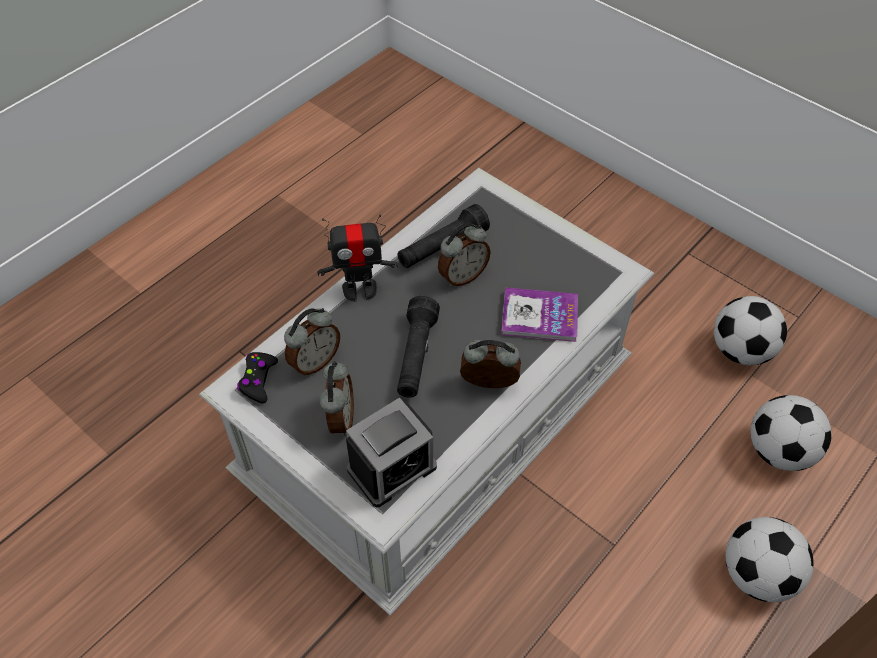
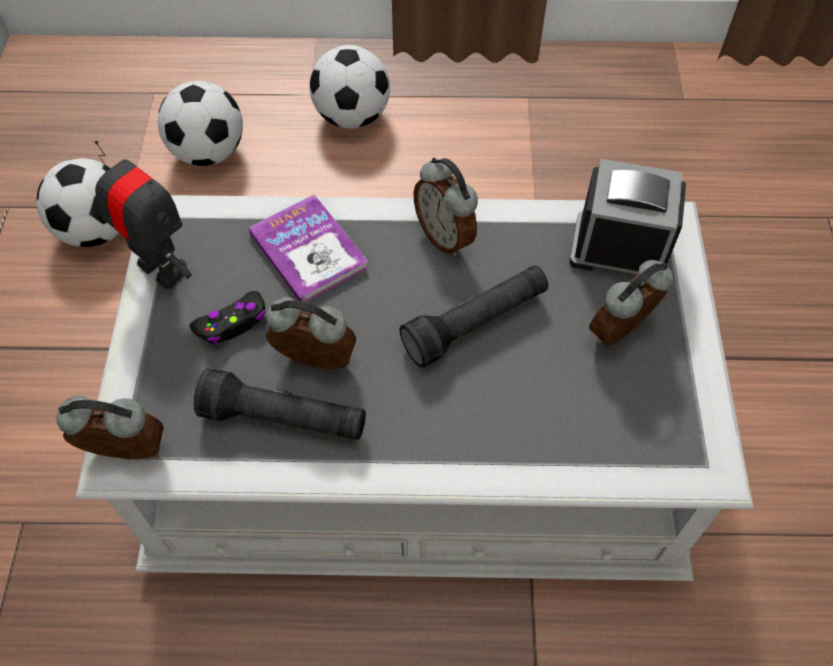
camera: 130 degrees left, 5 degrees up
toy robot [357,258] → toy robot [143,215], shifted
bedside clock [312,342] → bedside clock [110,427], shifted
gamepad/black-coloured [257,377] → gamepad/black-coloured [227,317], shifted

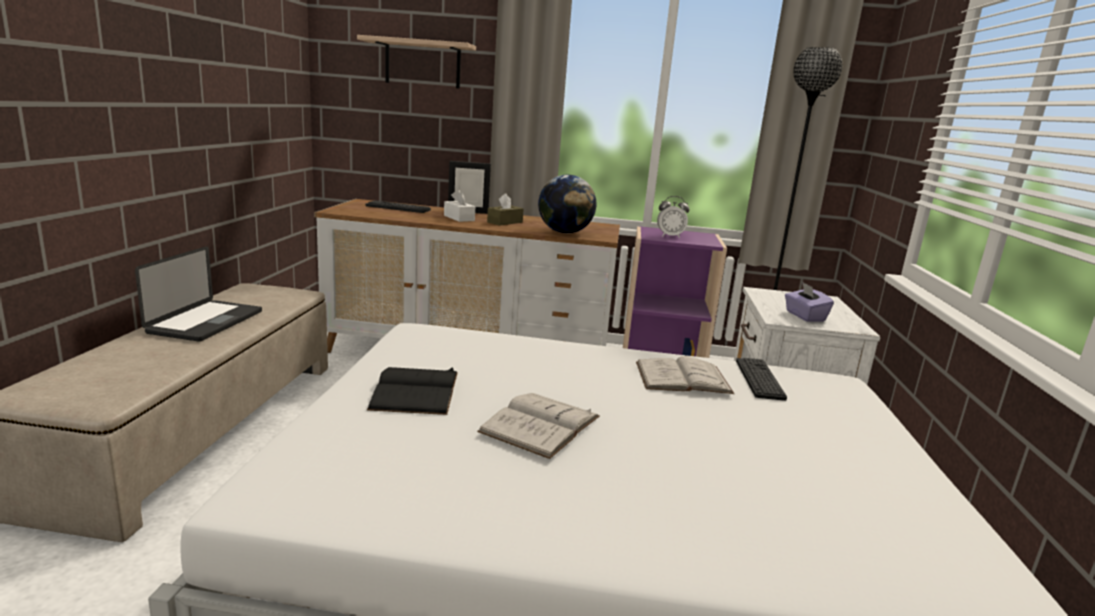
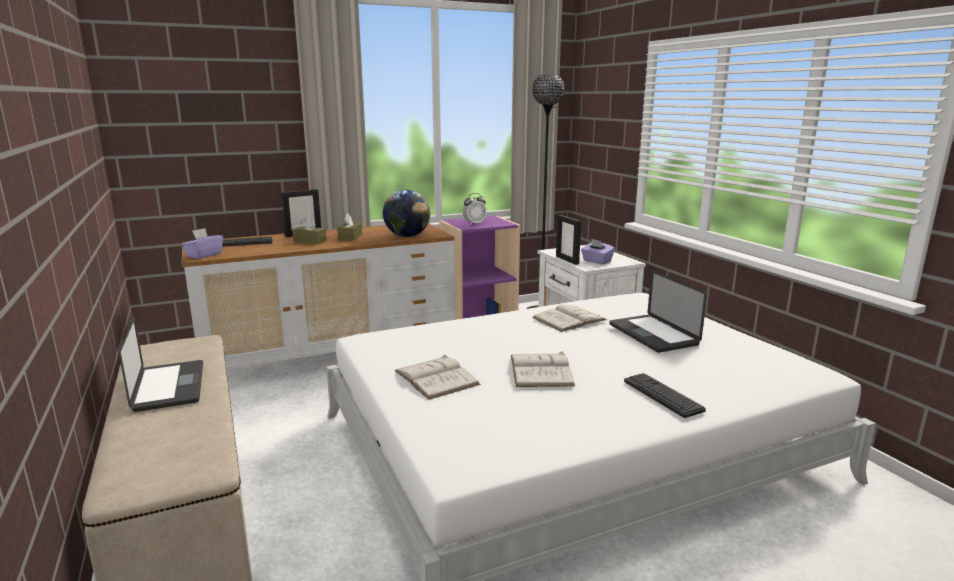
camera: 30 degrees left, 0 degrees up
wall shelf [416,62] → -
box of tissues/white [459,205] → box of tissues/brown [309,230]
keyboard [761,379] → keyboard [665,395], shifted
volume/black-coloured [412,391] → volume/white [437,377]
- → standing frame [568,240]
- → box of tissues/purplish [202,243]
- → notebook computer [658,312]

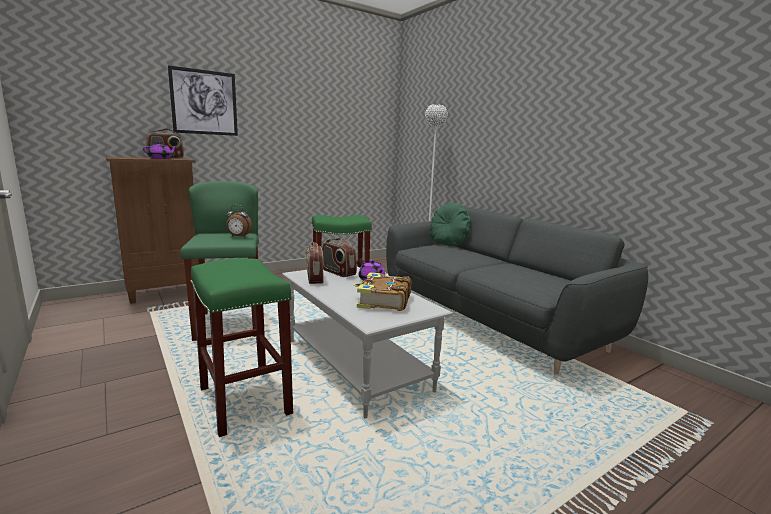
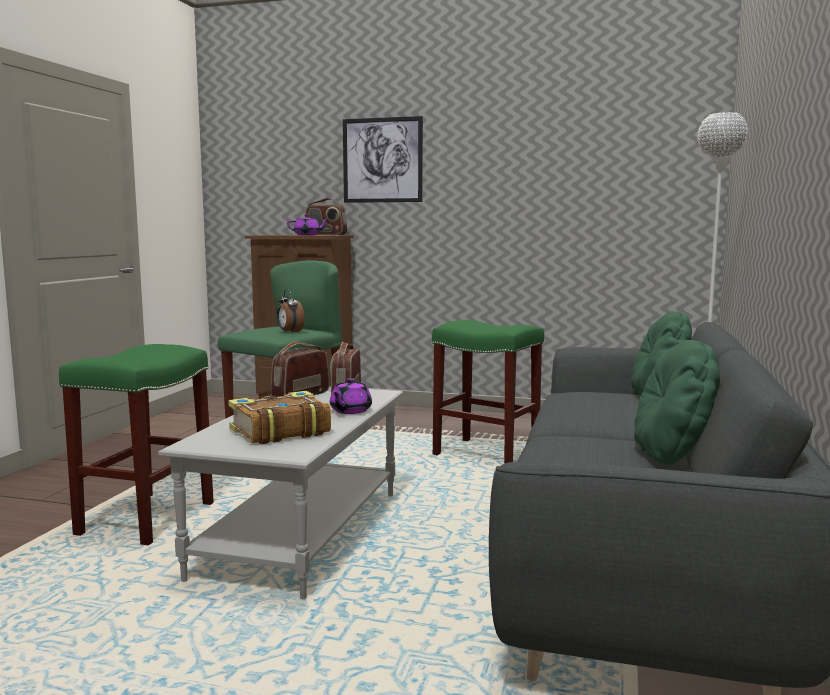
camera: 50 degrees right, 5 degrees down
- → throw pillow/green [677,402]

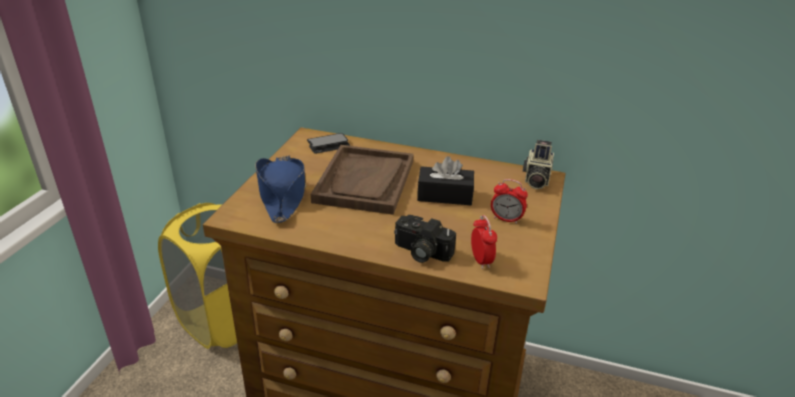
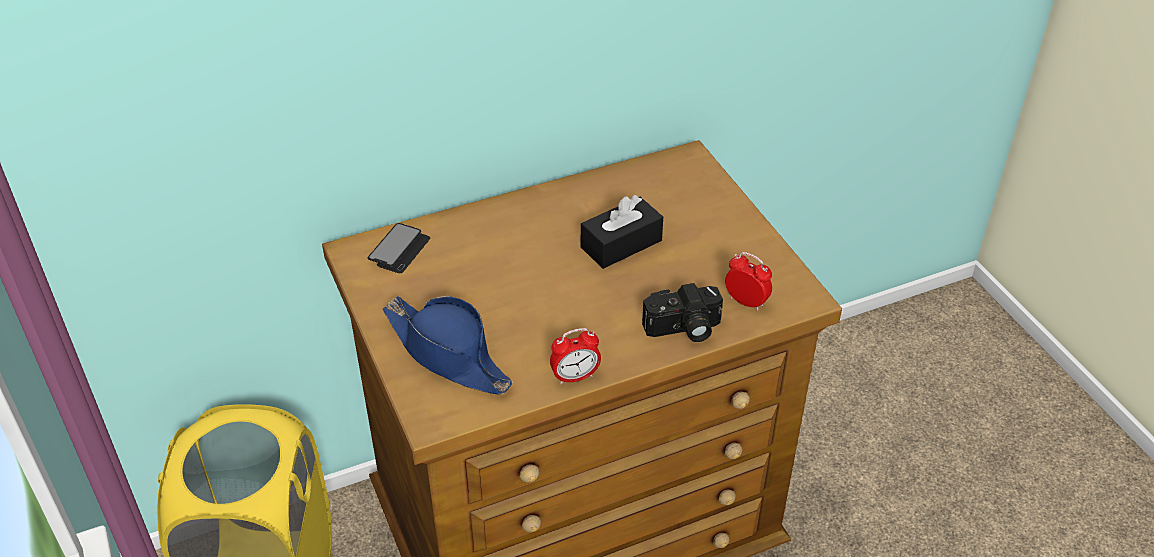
camera: 40 degrees left, 10 degrees up
still camera [538,164] → -
tray/brown [362,180] → -
bedside clock [509,201] → bedside clock [575,356], shifted

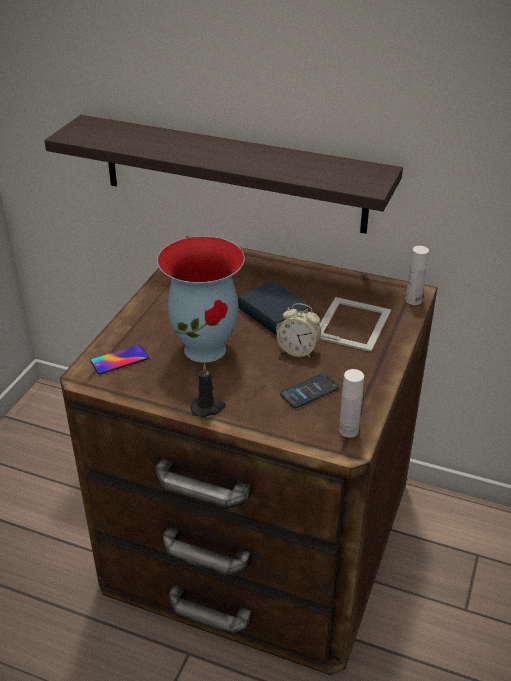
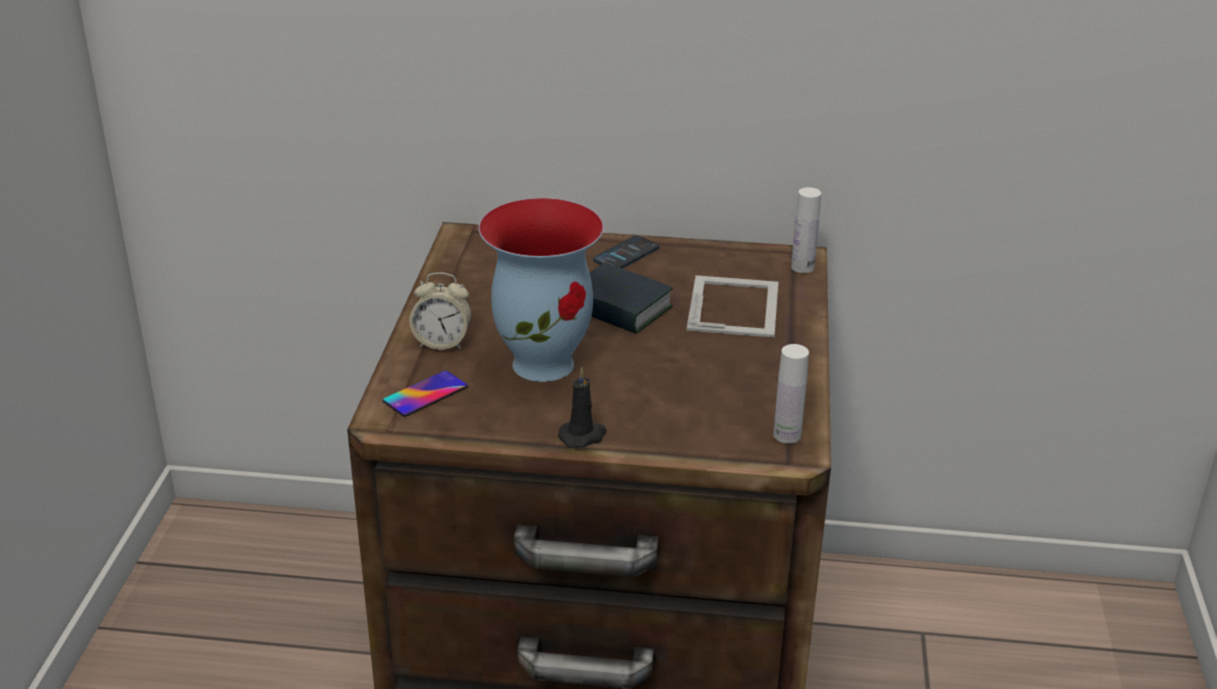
camera: 15 degrees left, 5 degrees down
wall shelf [223,174] → -
bedside clock [299,330] → bedside clock [440,311], shifted
phone [309,390] → phone [626,252], shifted

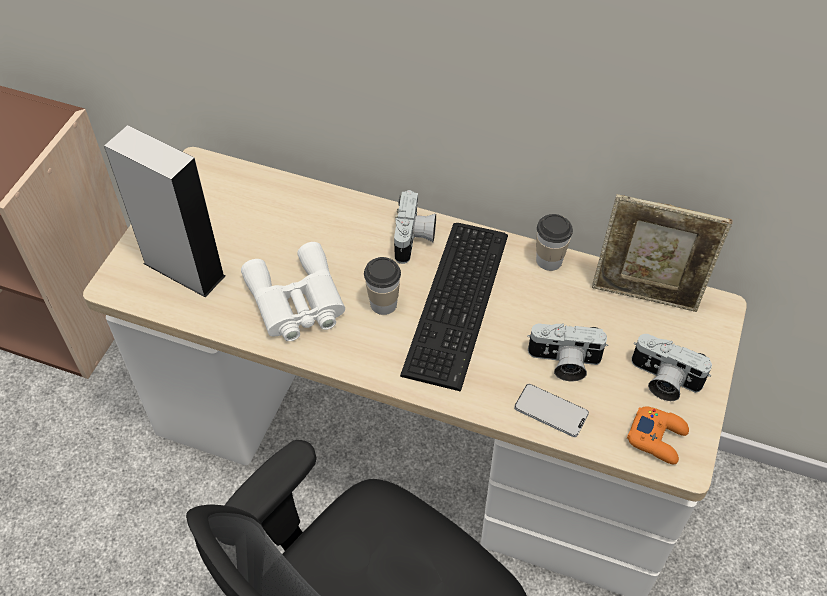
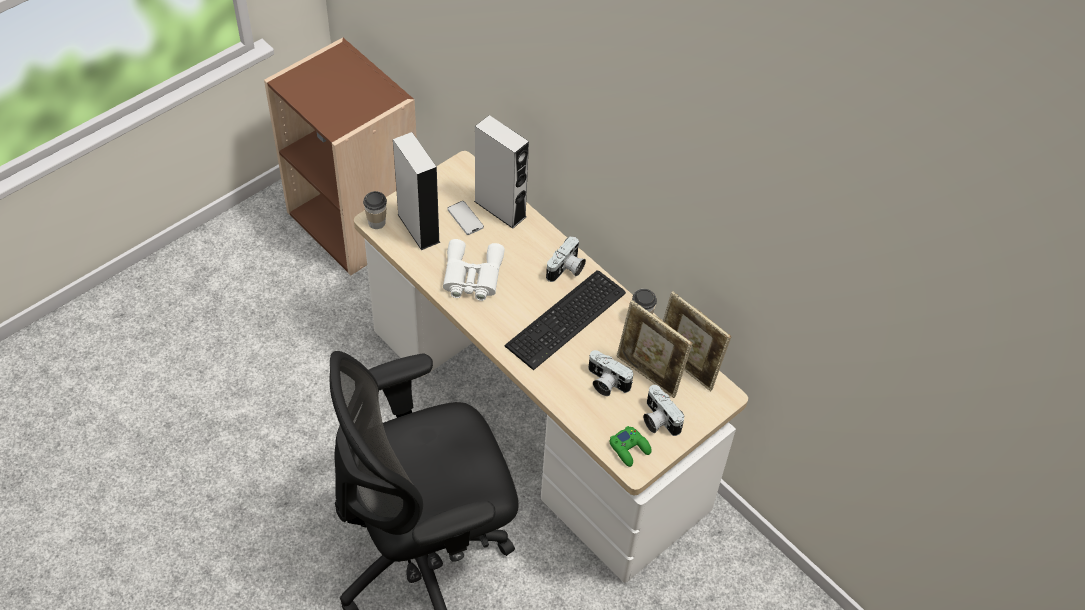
camera: 25 degrees right, 0 degrees up
cup [382,286] → cup [375,210], shifted
phone [551,410] → phone [465,218], shifted
gamepad/orange [658,435] → gamepad/green [631,446]
- → speaker/gray [501,172]
- → standing frame [655,349]

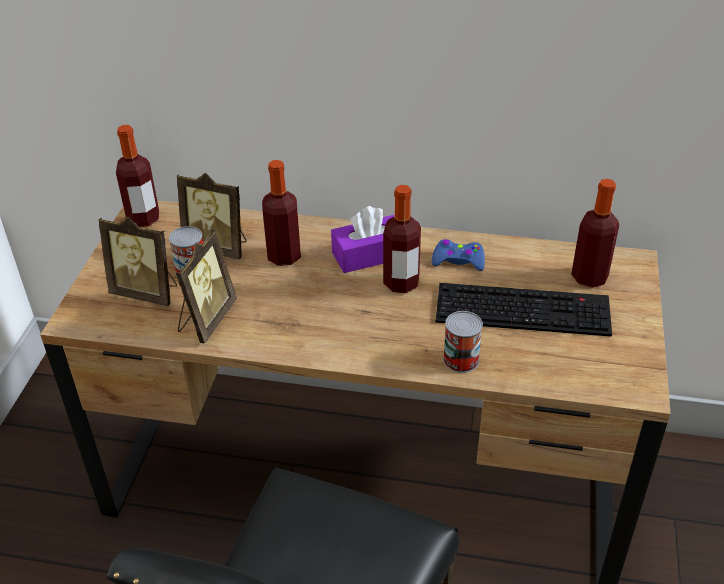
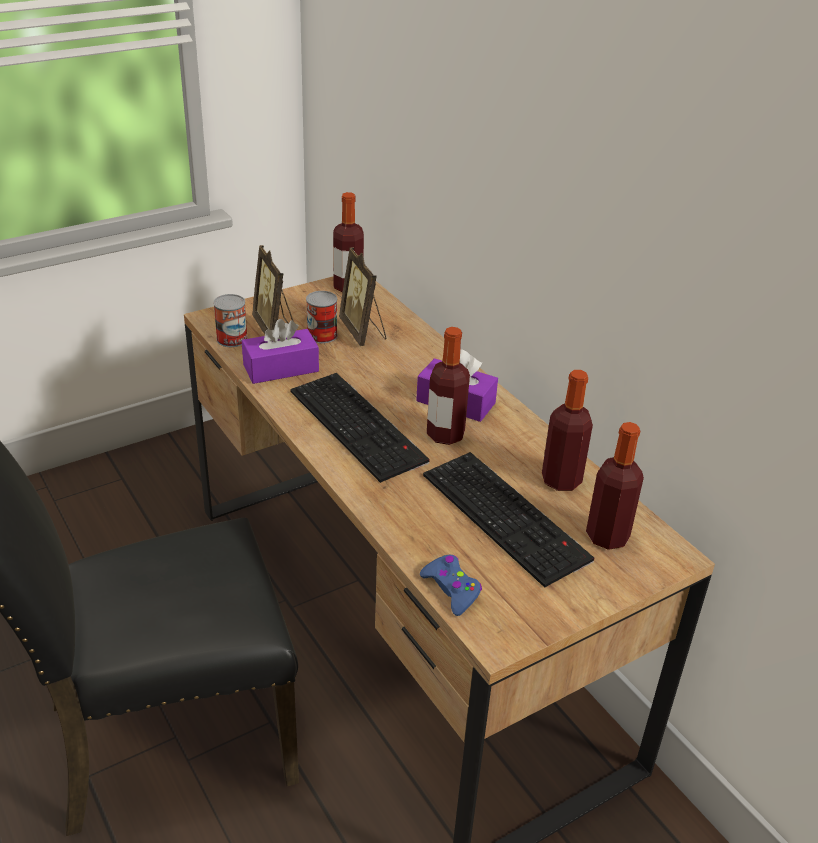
camera: 45 degrees right, 5 degrees down
drink bottle [281,213] → drink bottle [567,430], shifted
standing frame [206,287] → box of tissues/purplish [280,351]
gamepad/bluish [458,255] → gamepad/bluish [451,585], shifted
can [463,342] → can [230,320], shifted
- → keyboard [359,428]

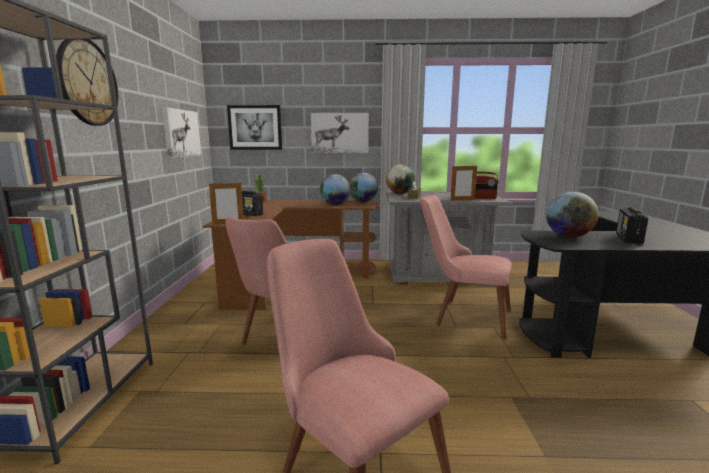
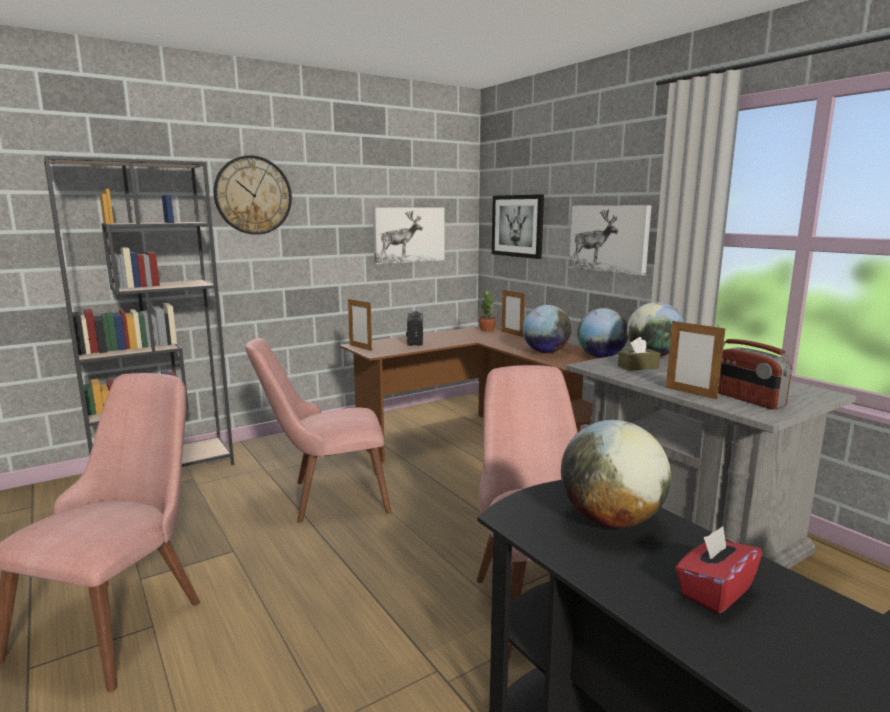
camera: 55 degrees right, 0 degrees up
radio receiver [632,225] → box of tissues/red [718,570]
- → standing frame [513,313]

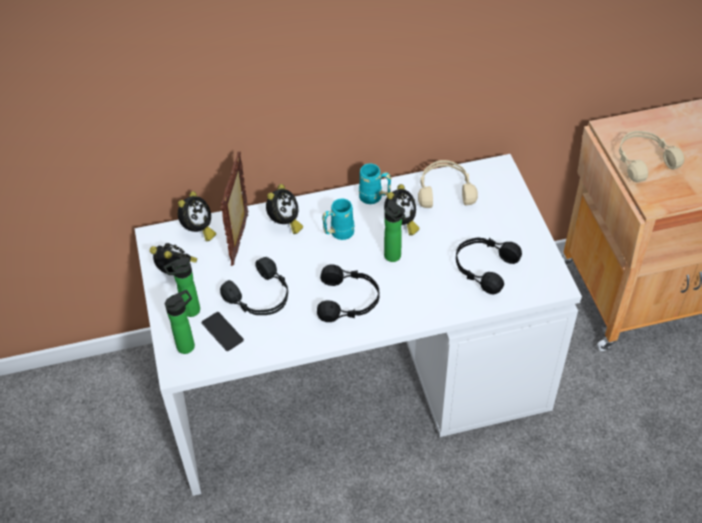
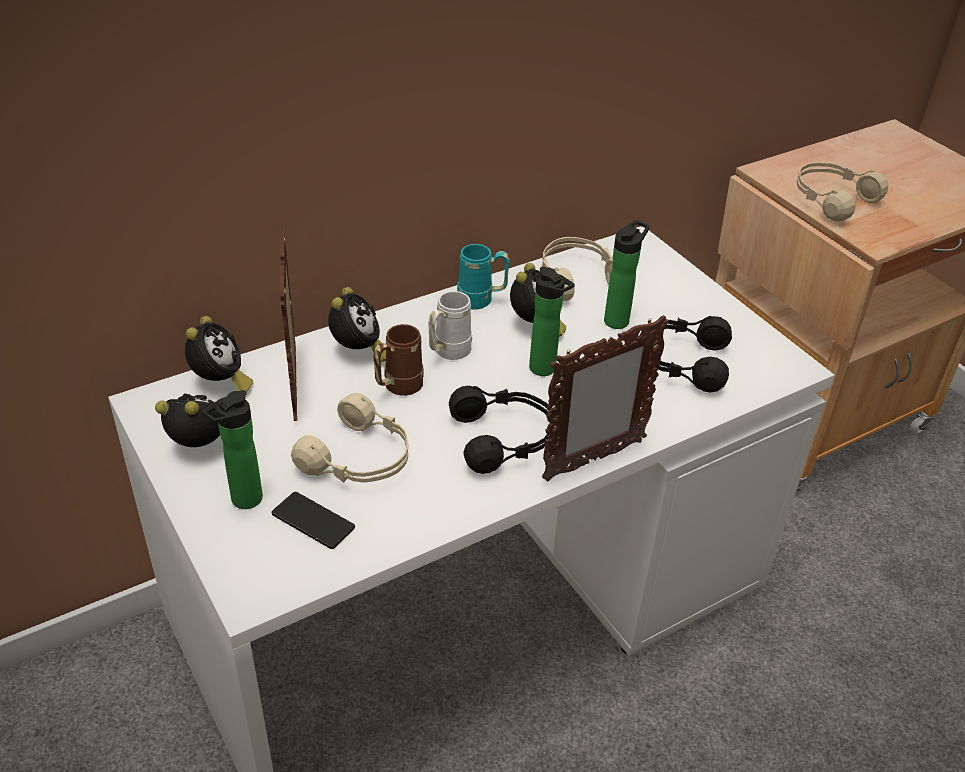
camera: 20 degrees left, 10 degrees down
coffee mug/turquoise-coloured [338,219] → coffee mug/white [450,325]
headset/black-coloured [254,286] → headset/beige [349,438]
drink bottle [179,322] → drink bottle [627,274], shifted
- → standing frame [605,398]
- → coffee mug/brown [398,360]

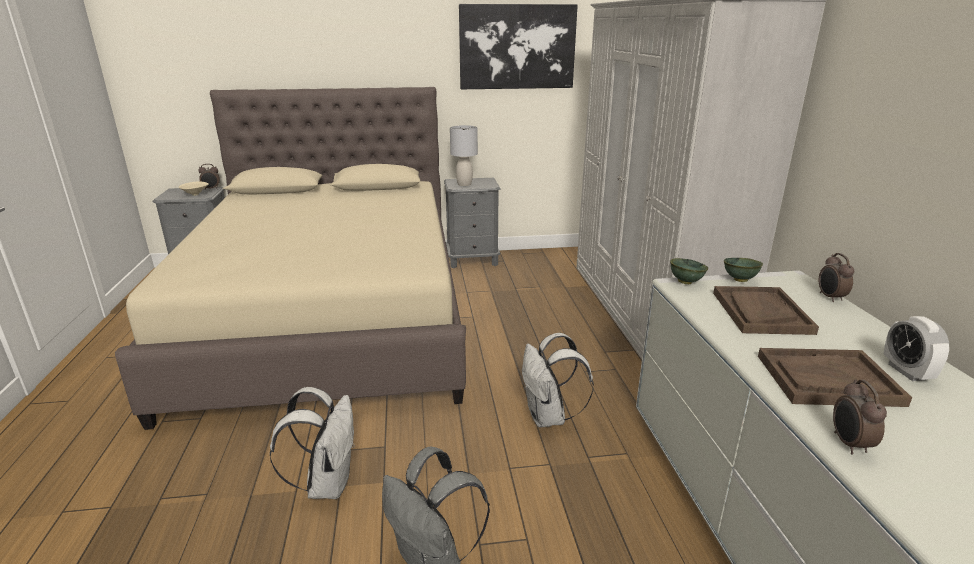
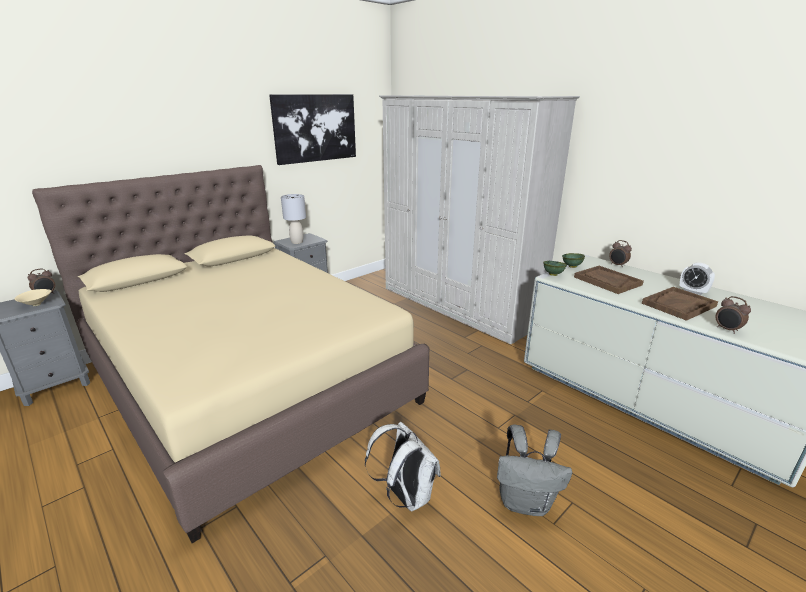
camera: 35 degrees left, 0 degrees up
knapsack/white [558,380] → -

